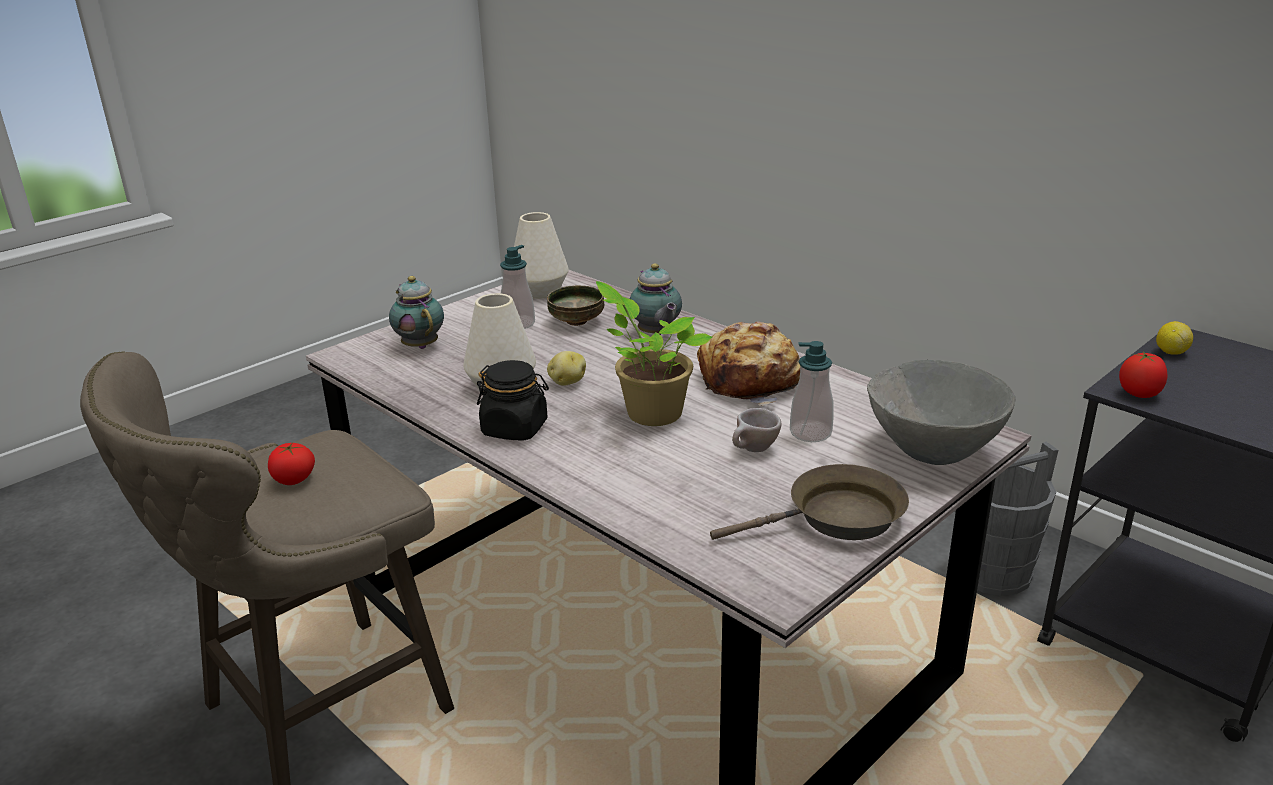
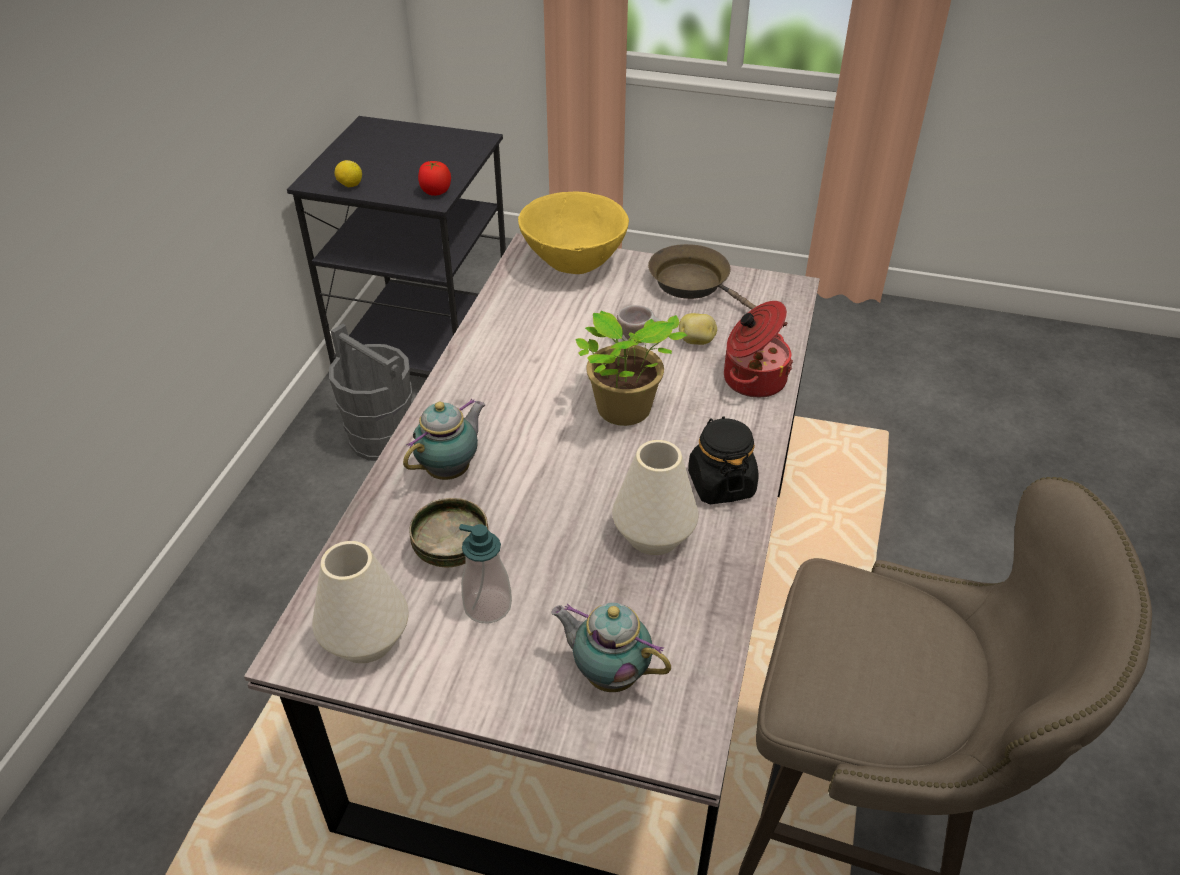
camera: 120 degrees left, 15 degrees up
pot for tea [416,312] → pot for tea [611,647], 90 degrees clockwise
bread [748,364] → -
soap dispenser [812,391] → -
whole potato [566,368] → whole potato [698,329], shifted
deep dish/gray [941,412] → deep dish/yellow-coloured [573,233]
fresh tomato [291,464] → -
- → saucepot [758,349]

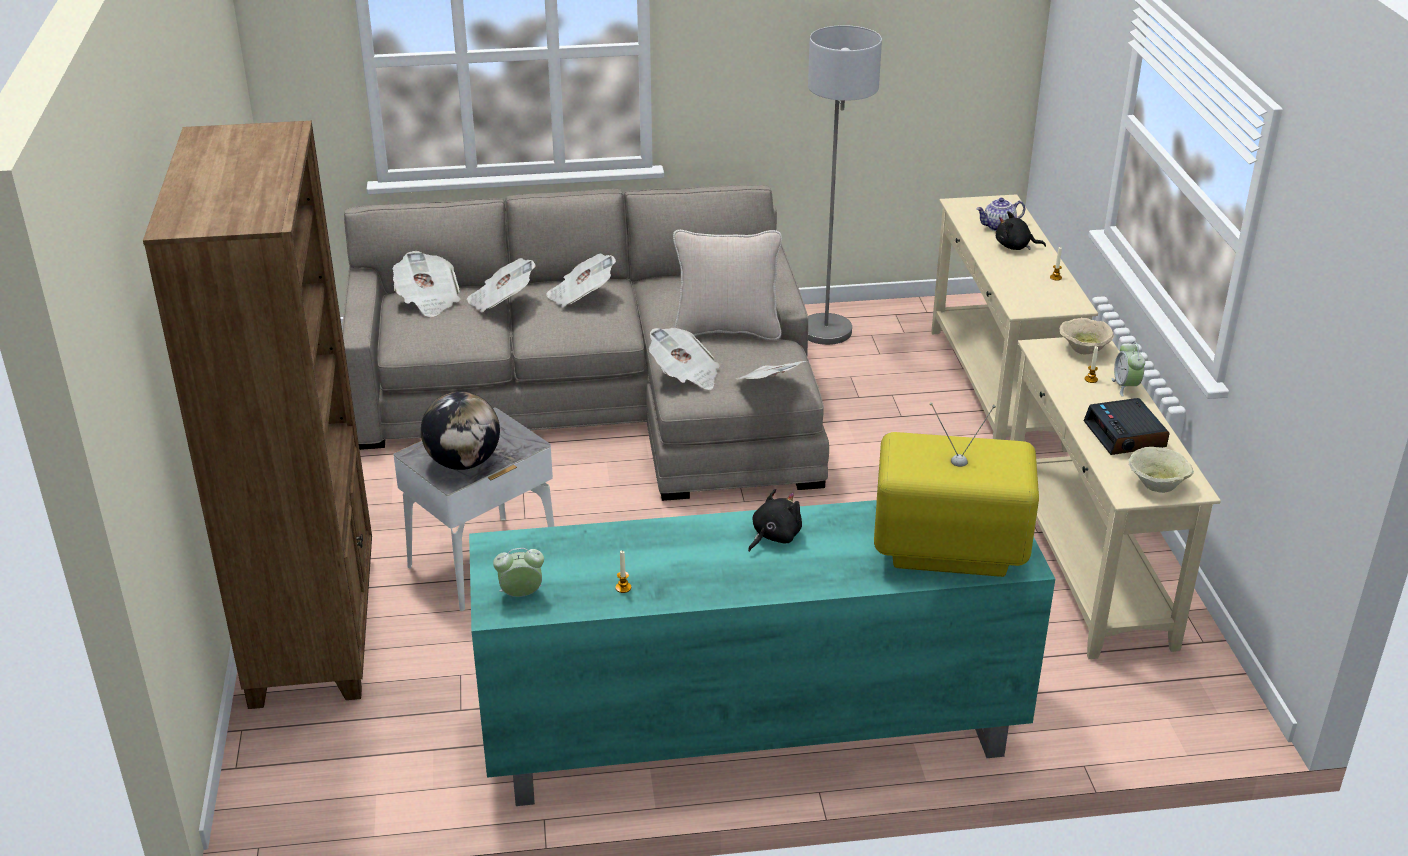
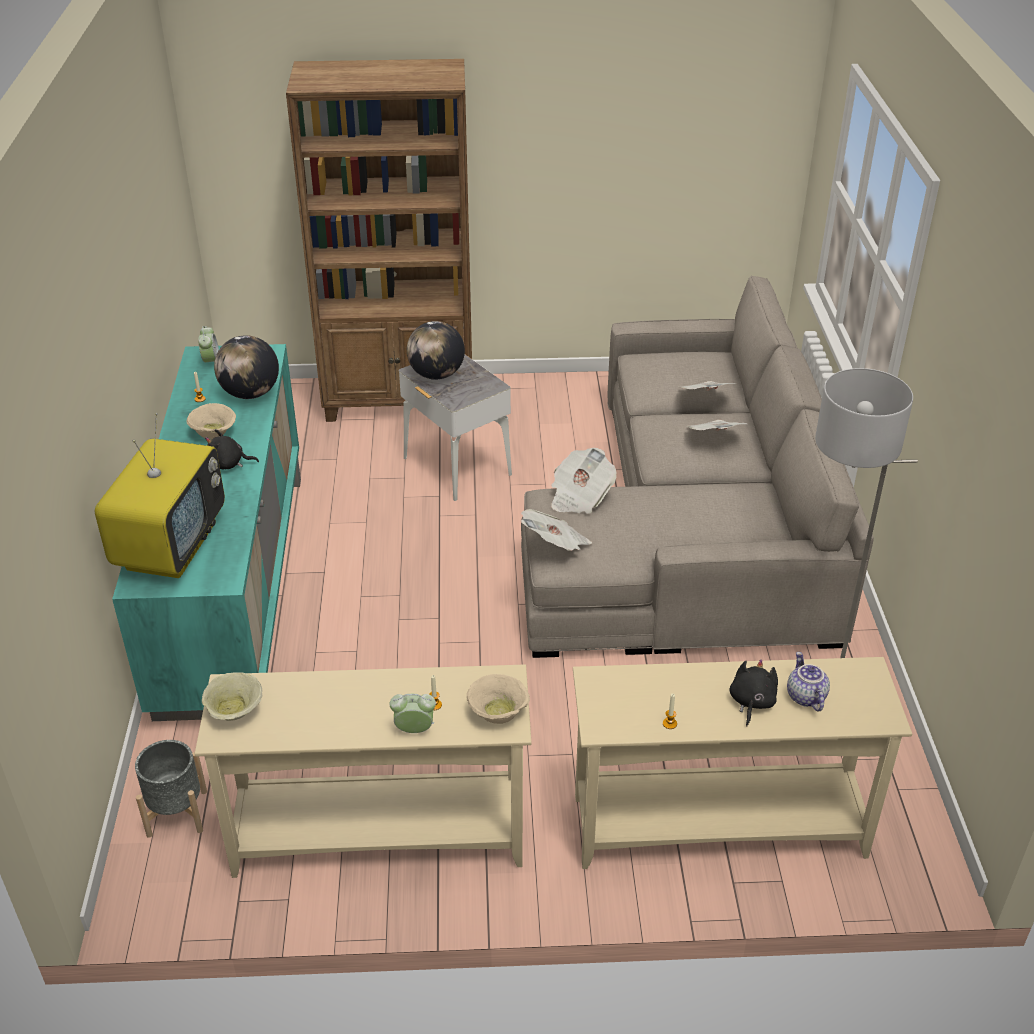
camera: 95 degrees right, 5 degrees up
throw pillow/beige [727,285] → -
daily paper [427,284] → -
bedside clock [1126,426] → -
plush toy/black-coloured [775,520] → plush toy/black-coloured [232,449], 135 degrees clockwise
- → world globe [246,367]
- → deep dish/beige [211,421]
- → planter/gray [171,789]

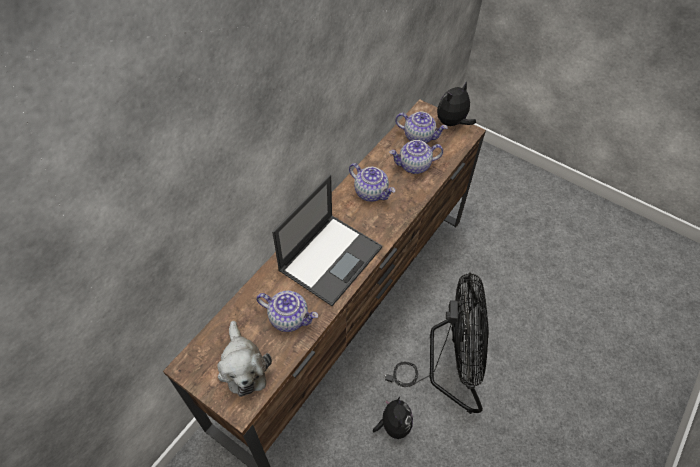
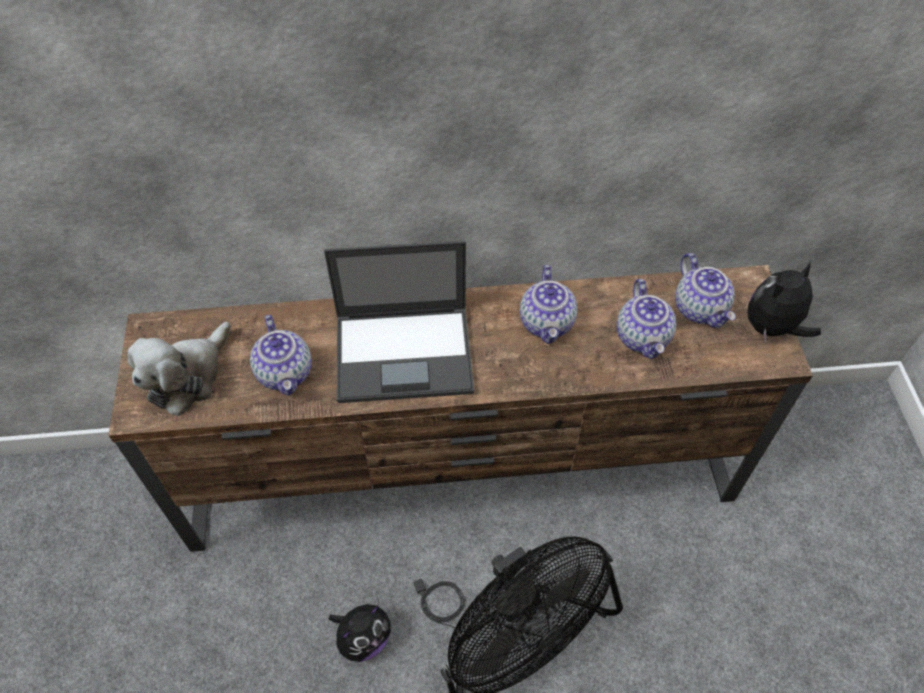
camera: 50 degrees right, 0 degrees up
plush toy [456,103] → plush toy [784,302], 45 degrees counterclockwise
pot for tea [416,157] → pot for tea [646,319], 135 degrees counterclockwise

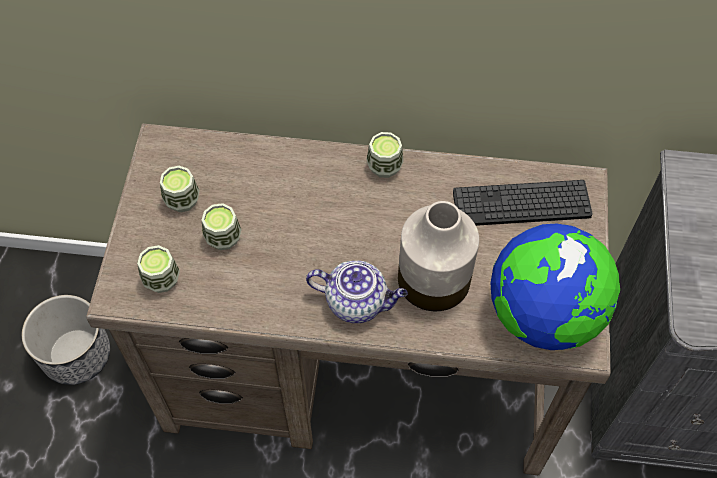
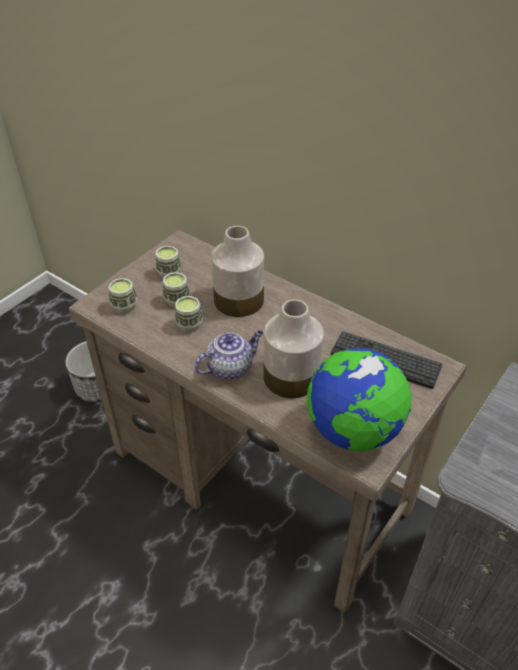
camera: 30 degrees right, 15 degrees down
cup [385,155] → cup [189,314], shifted
pot for tea [357,292] → pot for tea [228,355], 75 degrees counterclockwise
- → decorative vase/beige [237,271]

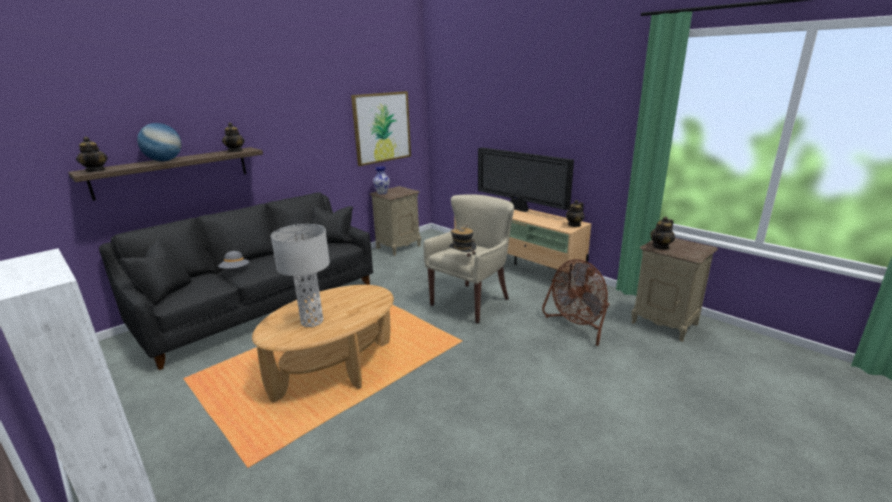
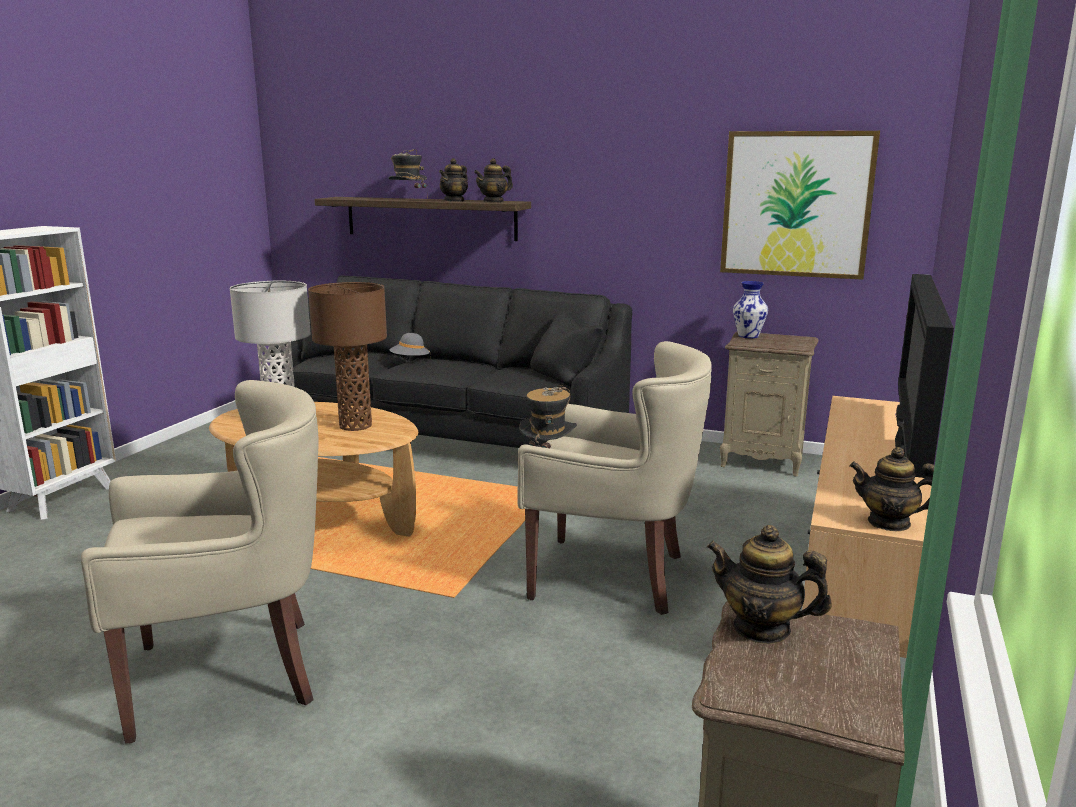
camera: 65 degrees right, 5 degrees down
world globe [159,142] → wearable hat [408,174]
pot for tea [92,154] → pot for tea [453,180], shifted
electric fan/brown [576,302] → -
- → tabletop lamp/brown [347,356]
- → lounge chair/beige [200,562]

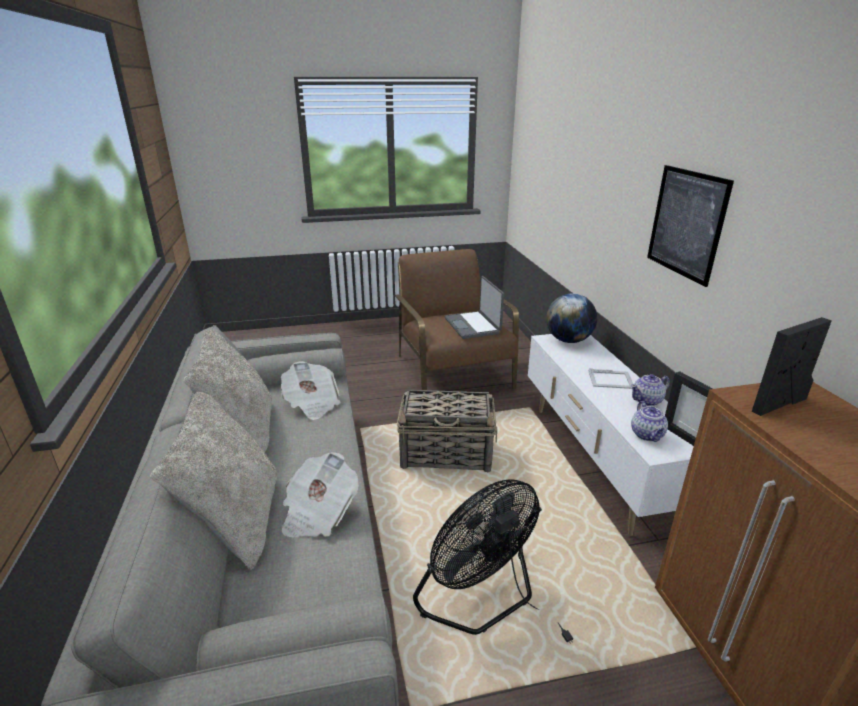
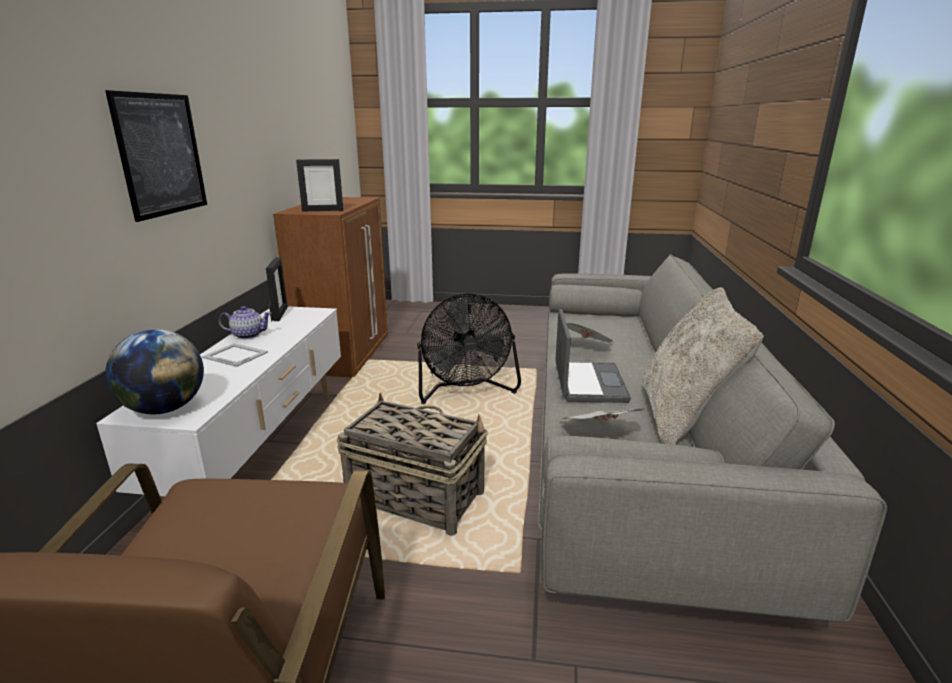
camera: 160 degrees left, 5 degrees down
notebook computer [474,307] → notebook computer [593,356], shifted
throw pillow/beige [214,480] → -
pot for tea [649,421] → -

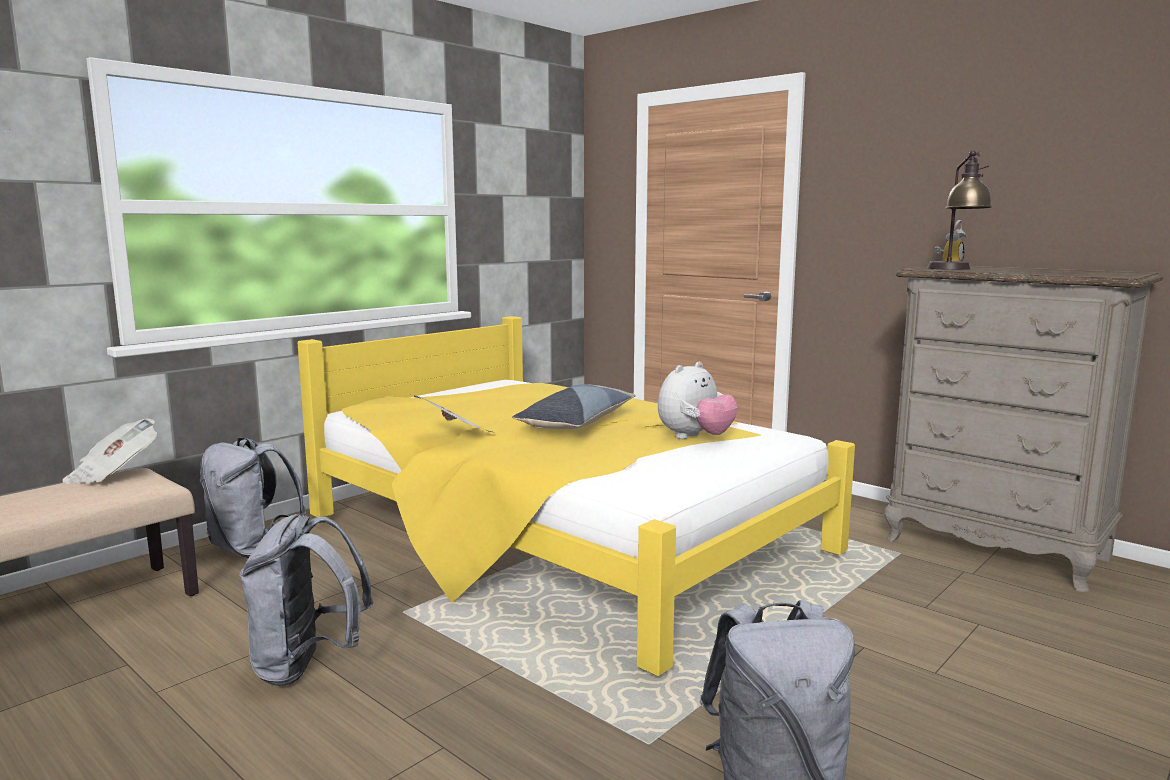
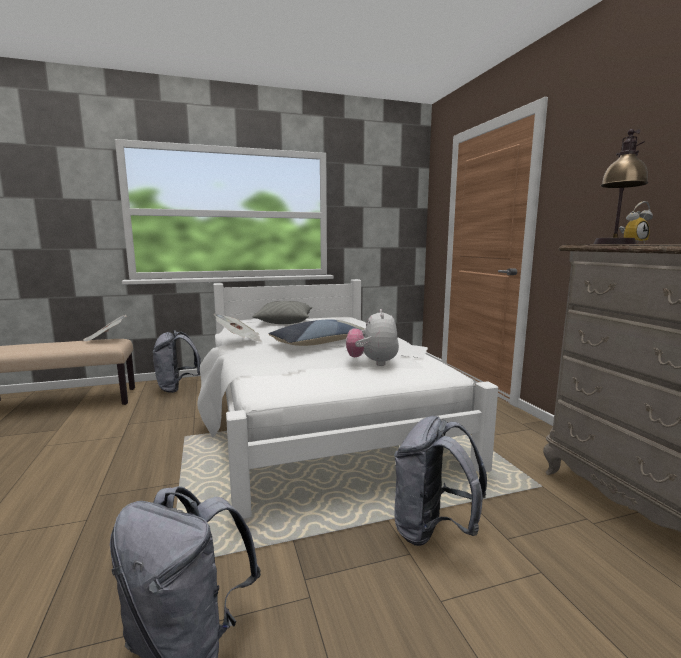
camera: 30 degrees right, 0 degrees up
bedroom bed/yellow-coloured [576,496] → bedroom bed/white [347,399]
plush toy [698,400] → plush toy [372,337], 105 degrees clockwise
knapsack/gray [306,600] → knapsack/gray [440,481], shifted
- → throw pillow/gray [282,312]

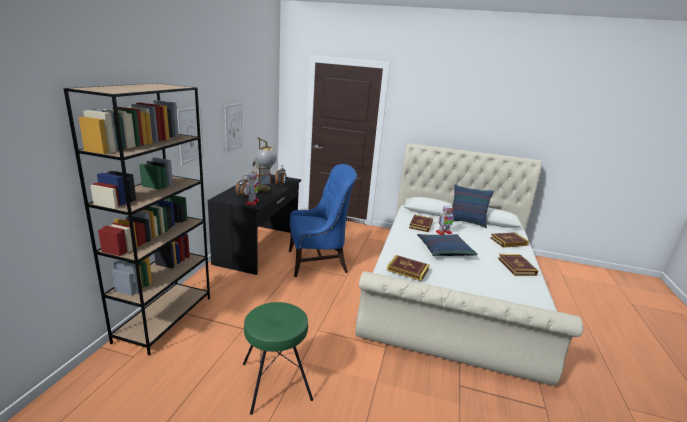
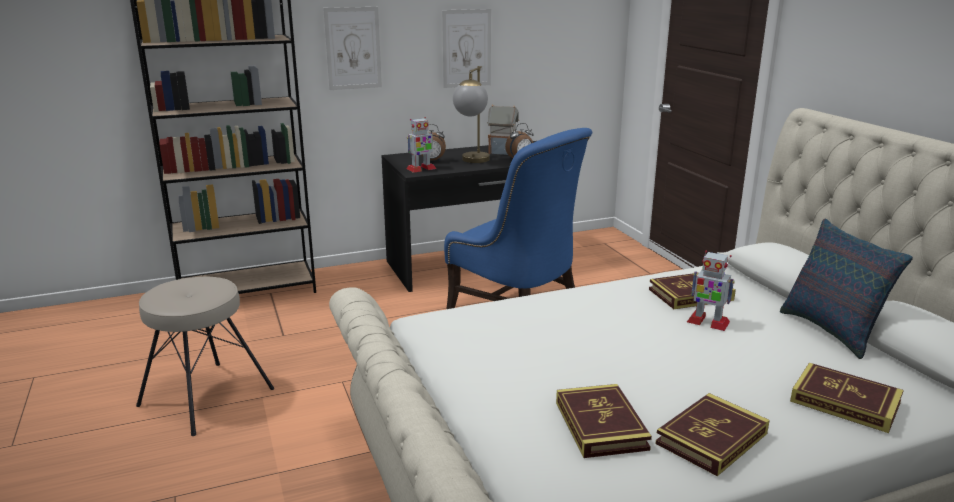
camera: 55 degrees right, 0 degrees up
throw pillow/bluish [447,245] → -
volume [408,268] → volume [604,421], shifted
sitting stool/green [278,358] → sitting stool/beige [205,356]

